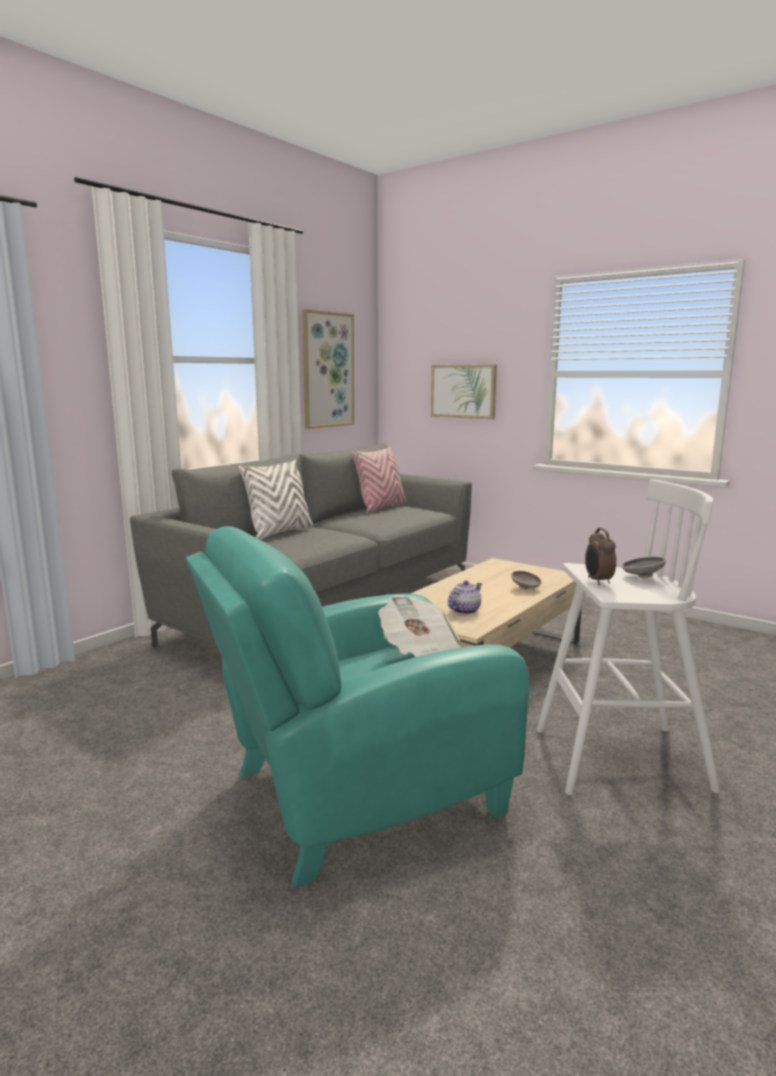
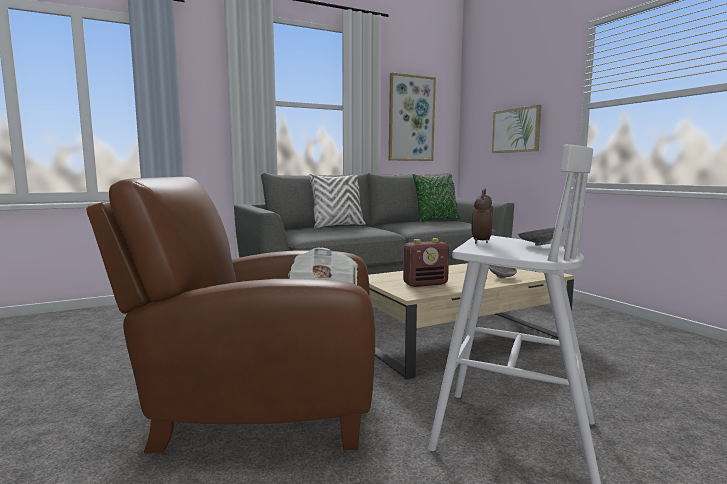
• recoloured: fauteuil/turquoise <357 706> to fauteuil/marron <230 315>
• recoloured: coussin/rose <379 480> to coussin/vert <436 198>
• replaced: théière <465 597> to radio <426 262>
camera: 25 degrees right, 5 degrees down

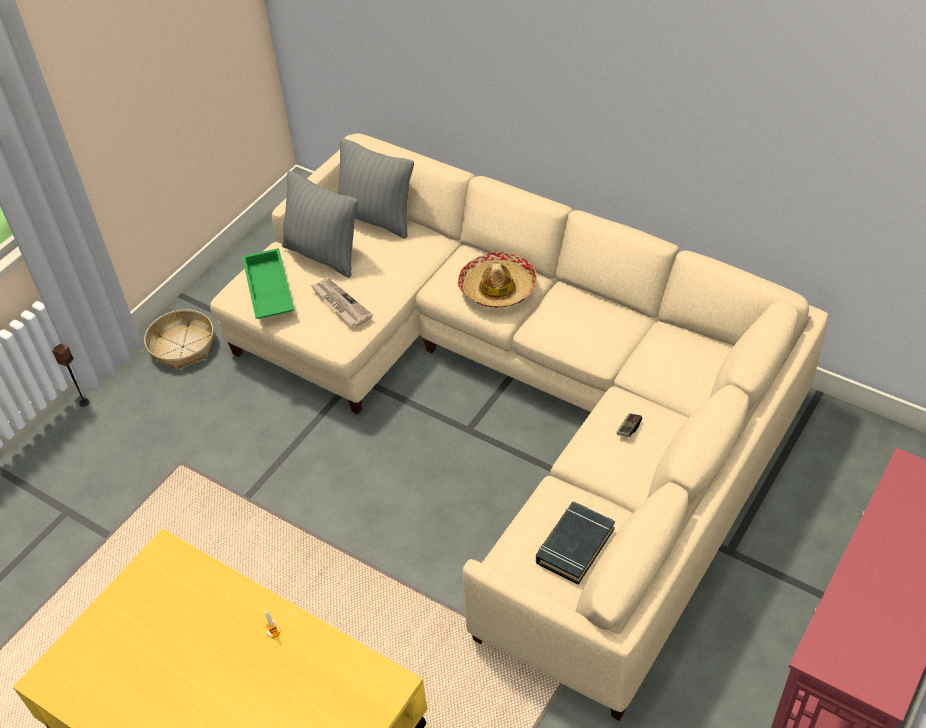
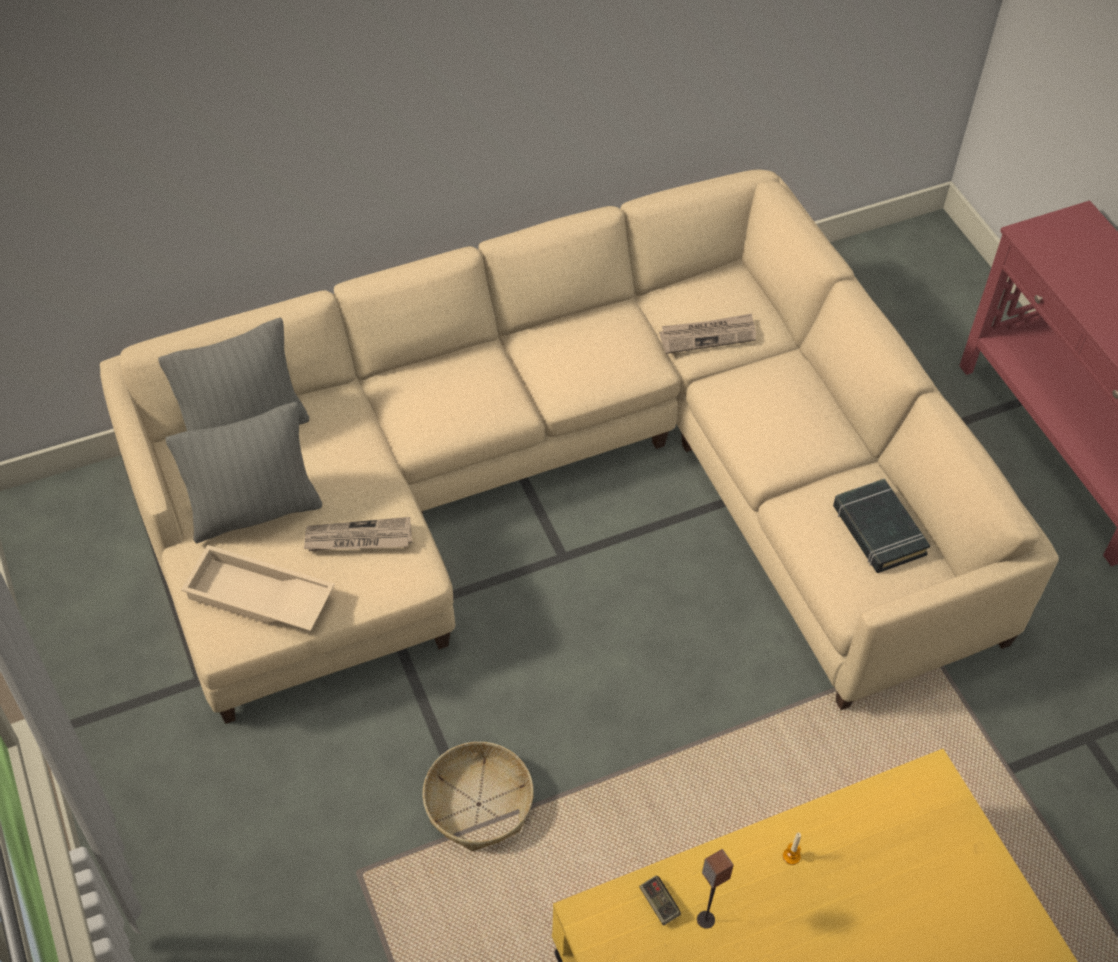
• moved: enceinte <71 375> to <715 889>
• moved: panier <179 339> to <478 796>
• recoloured: plateau/vert <268 283> to plateau/beige <258 588>
• removed: chapeau <497 280>
• moved: manette <629 425> to <660 901>
• added: journal <707 334>
camera: 60 degrees left, 5 degrees up

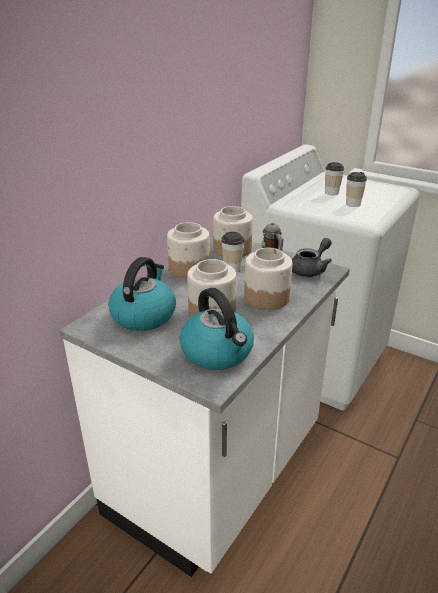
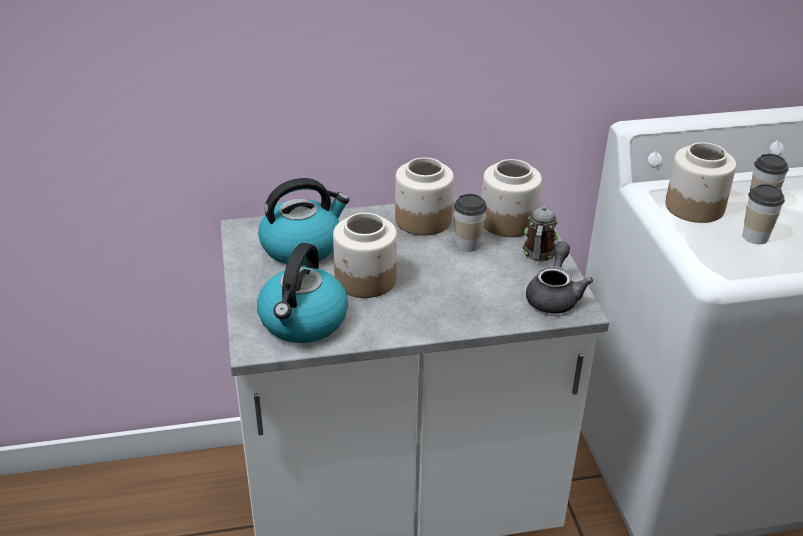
• moved: bocal <268 279> to <700 182>
• turned: théière/gris <312 257> = <559 277> 75 degrees counterclockwise
camera: 45 degrees right, 5 degrees up

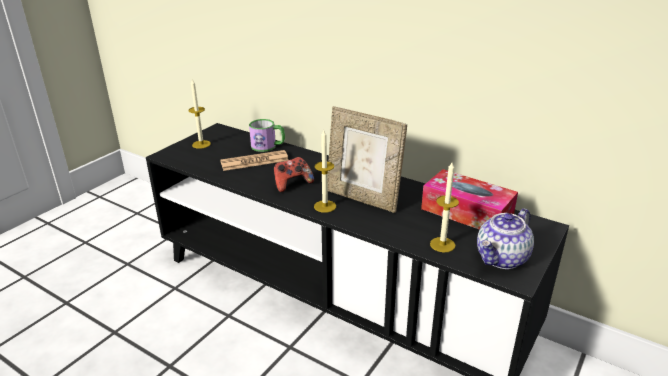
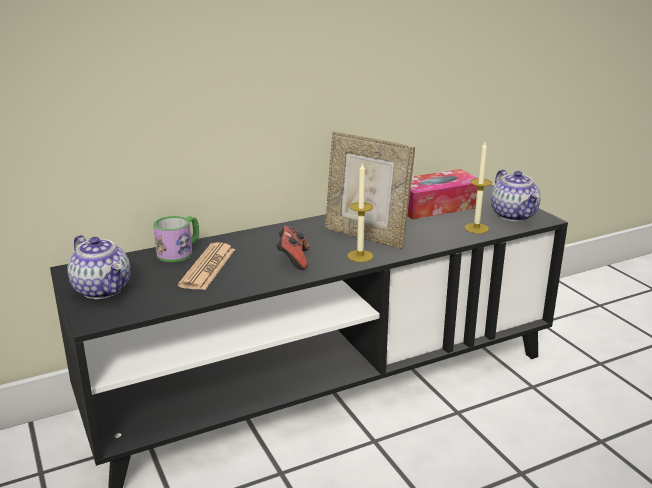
• replaced: bougie <200 114> to théière <98 267>
• turned: cadre photo <367 159> = <370 190> 60 degrees clockwise
camera: 60 degrees left, 5 degrees down

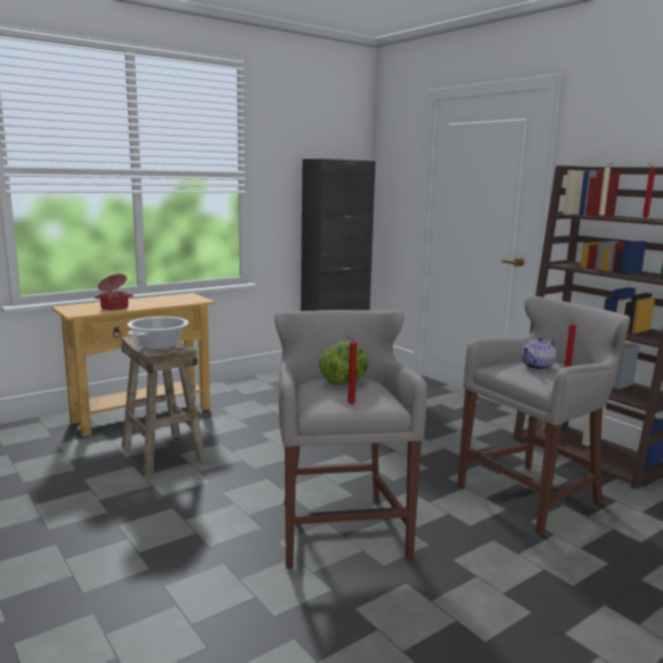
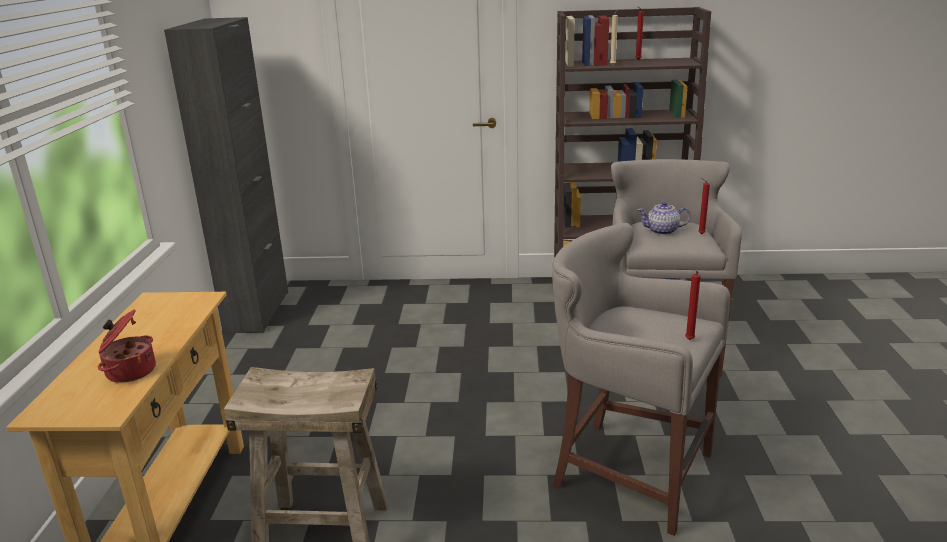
• removed: marmite <158 333>
• removed: laitue <343 362>
• turned: théière <539 353> = <664 218> 90 degrees clockwise
camera: 50 degrees left, 10 degrees up

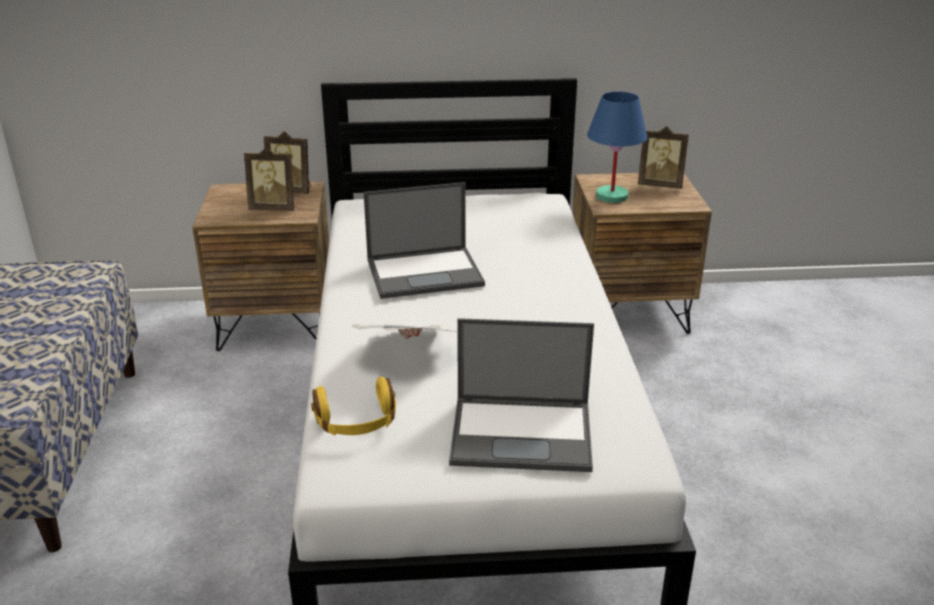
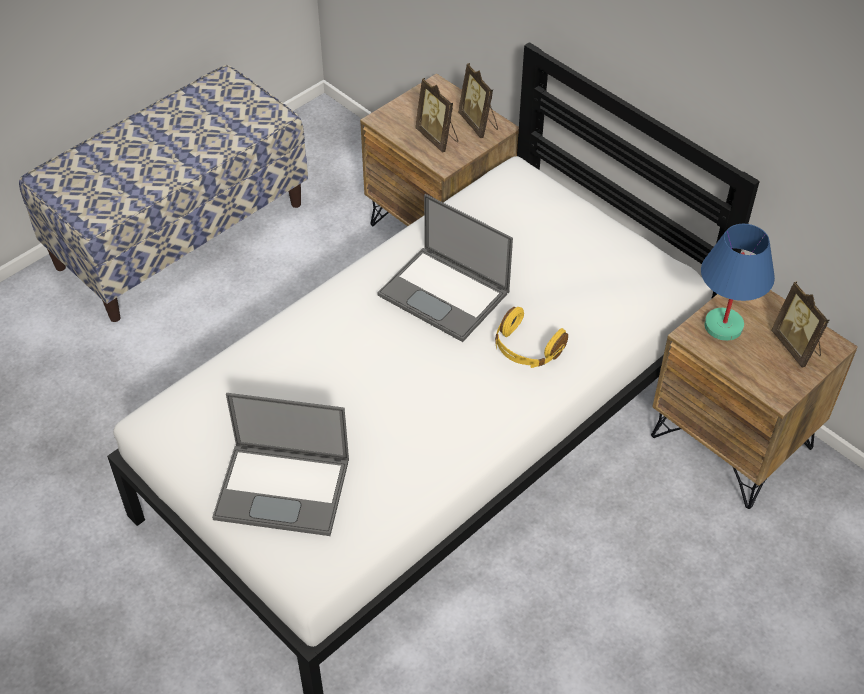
• moved: casque audio/jaune <353 406> to <531 337>
• removed: journal <404 332>
• turned: ordinateur portable <521 395> = <280 464> 45 degrees counterclockwise
camera: 50 degrees right, 20 degrees up

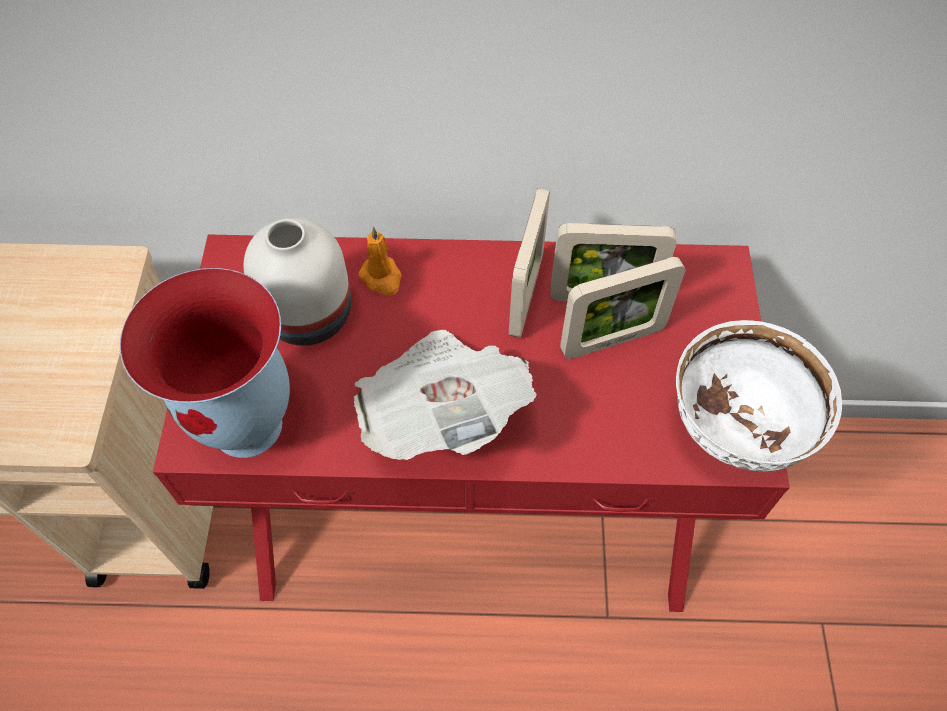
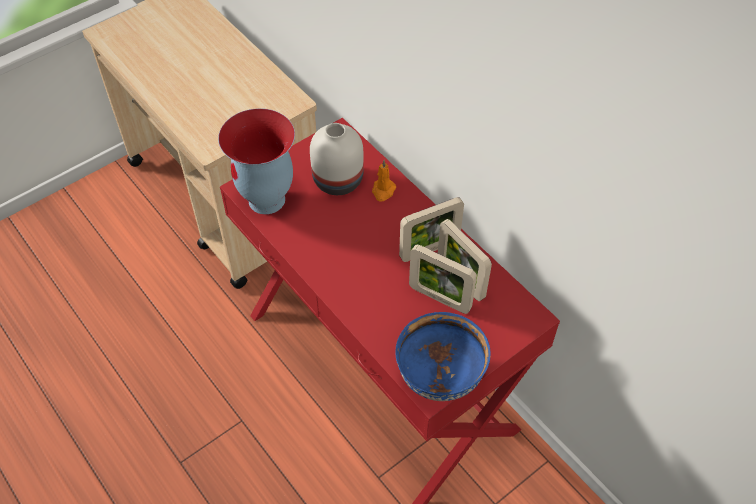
• removed: journal <445 395>
• recoloured: bol/blanc <759 396> to bol/bleu <443 356>
camera: 50 degrees right, 5 degrees down

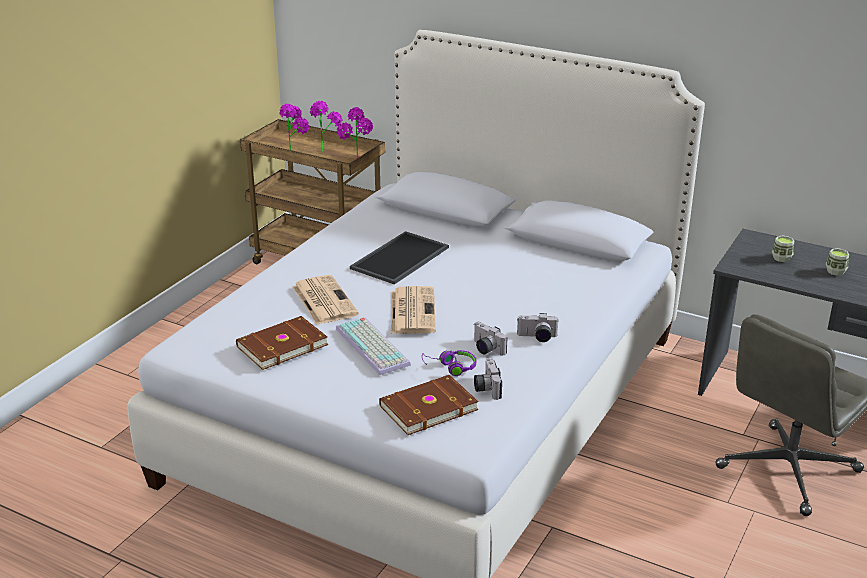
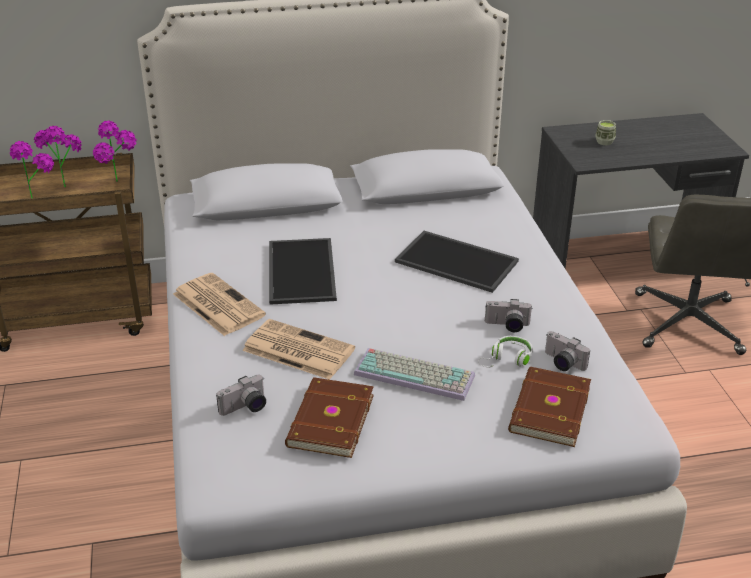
• moved: journal <413 310> to <219 304>
• recoloured: casque audio/violet <449 363> to casque audio/blanc <505 352>
• moved: appareil photo <538 327> to <241 395>
• removed: tasse <837 262>
• added: plateau <457 262>
camera: 40 degrees left, 5 degrees up

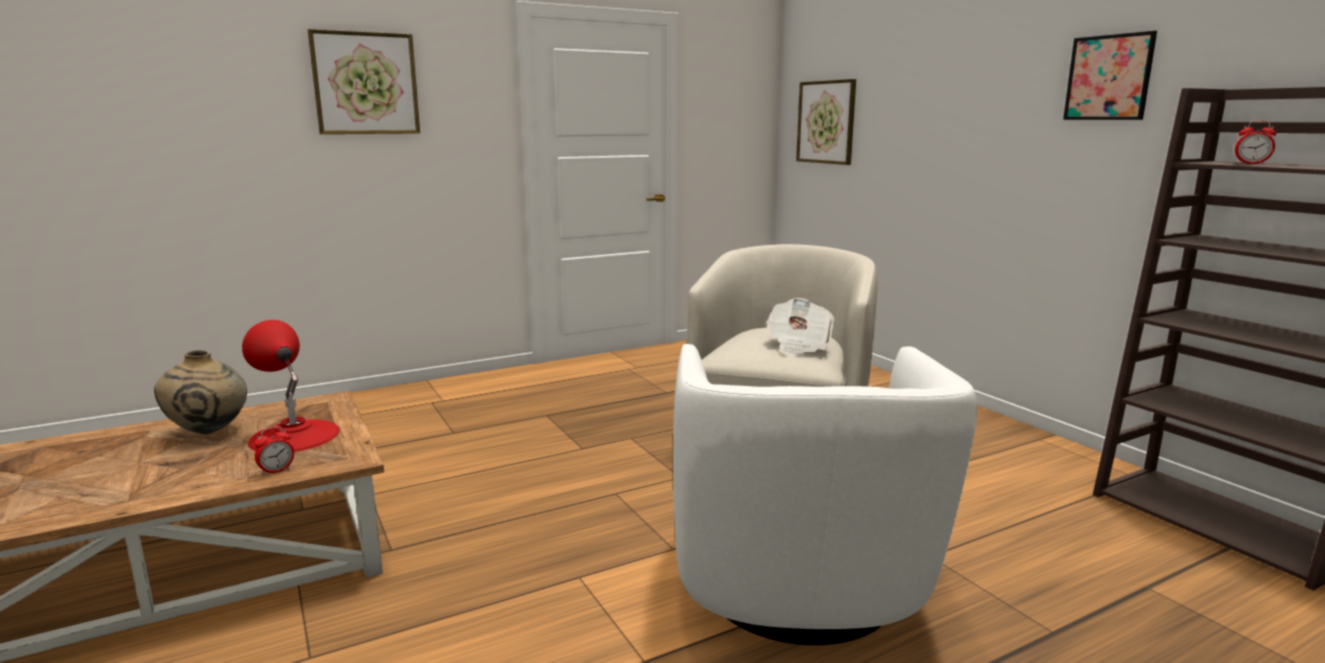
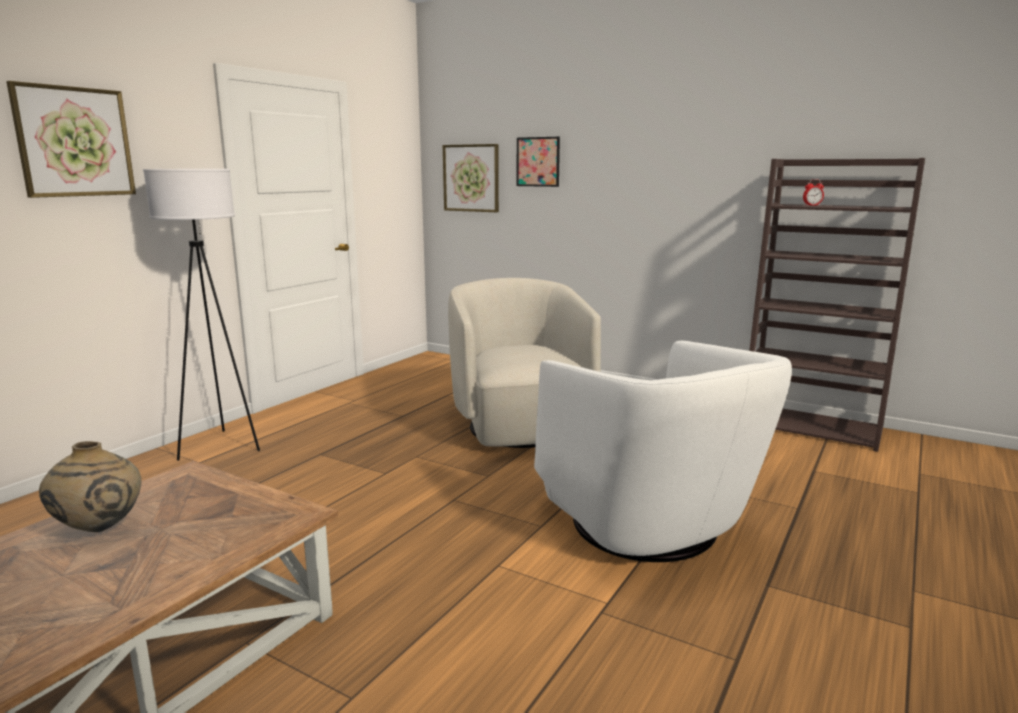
• removed: lampe de table/rouge <291 386>
• removed: réveil <274 451>
• removed: journal <800 326>
• moved: tableau <1110 75> to <538 162>
• added: lampadaire/blanc <201 315>
camera: 30 degrees left, 0 degrees up

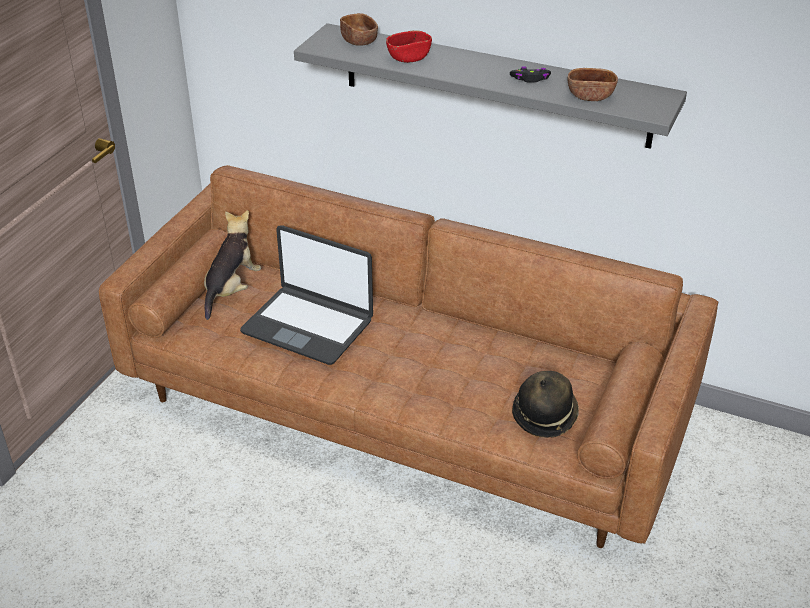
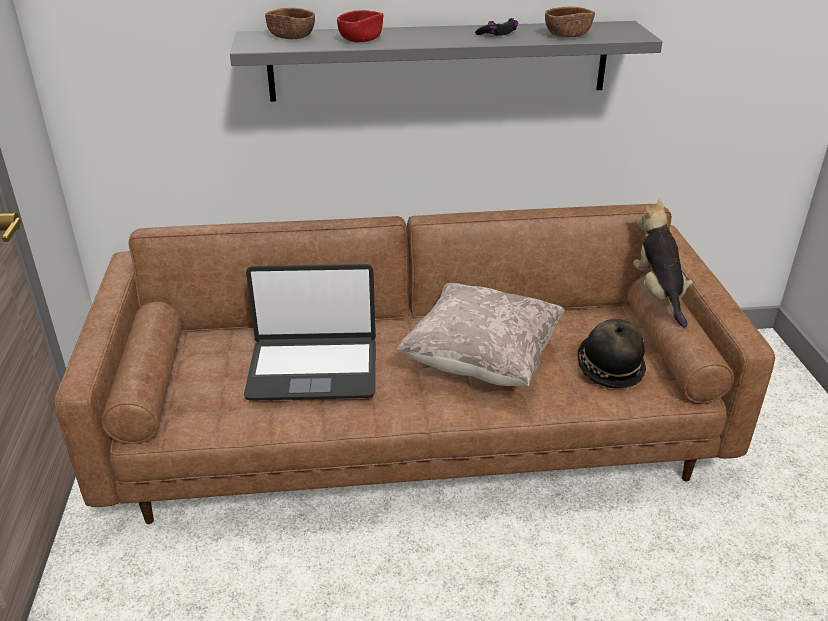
• moved: peluche <232 265> to <663 263>
• added: coussin/beige <481 335>
camera: 30 degrees left, 5 degrees down

